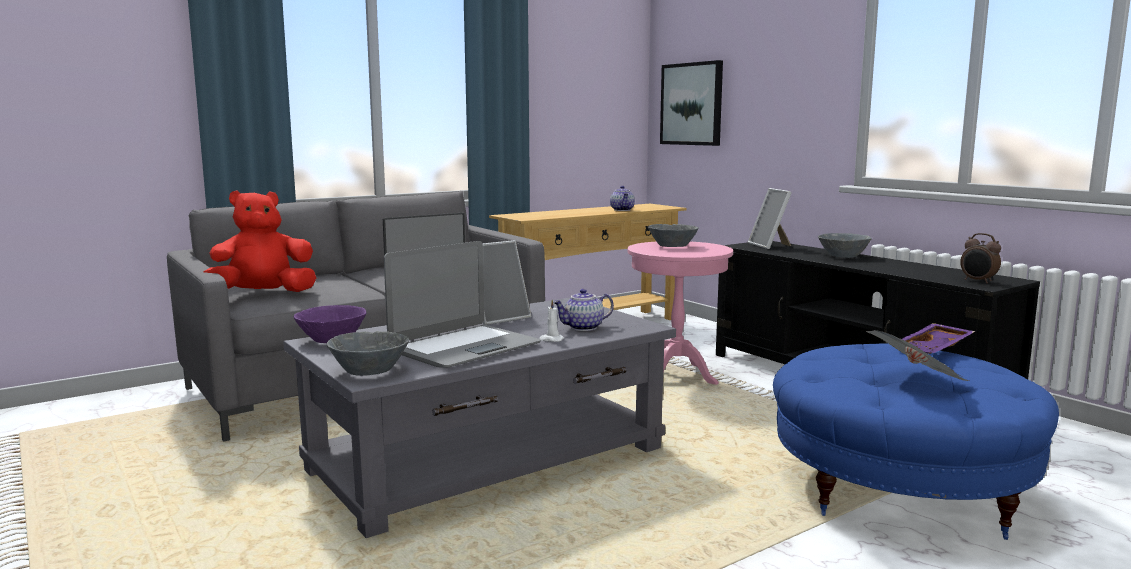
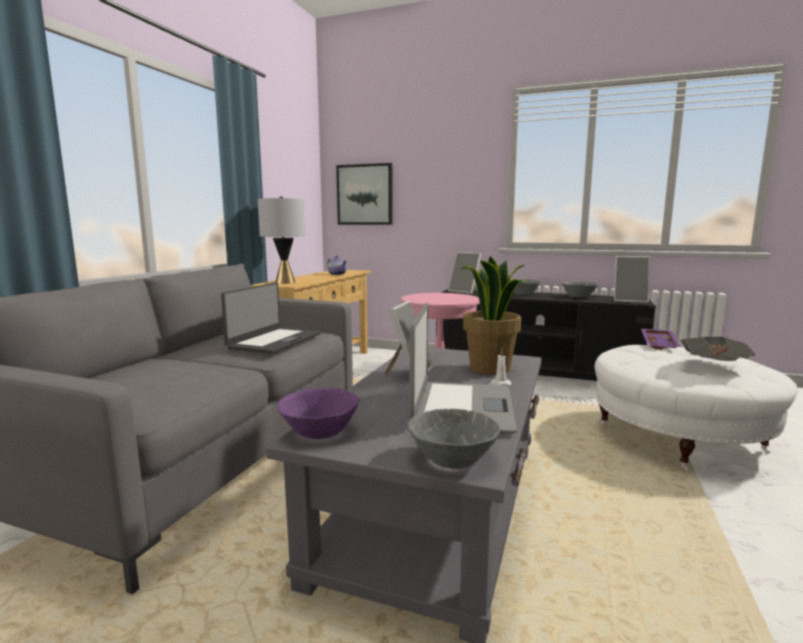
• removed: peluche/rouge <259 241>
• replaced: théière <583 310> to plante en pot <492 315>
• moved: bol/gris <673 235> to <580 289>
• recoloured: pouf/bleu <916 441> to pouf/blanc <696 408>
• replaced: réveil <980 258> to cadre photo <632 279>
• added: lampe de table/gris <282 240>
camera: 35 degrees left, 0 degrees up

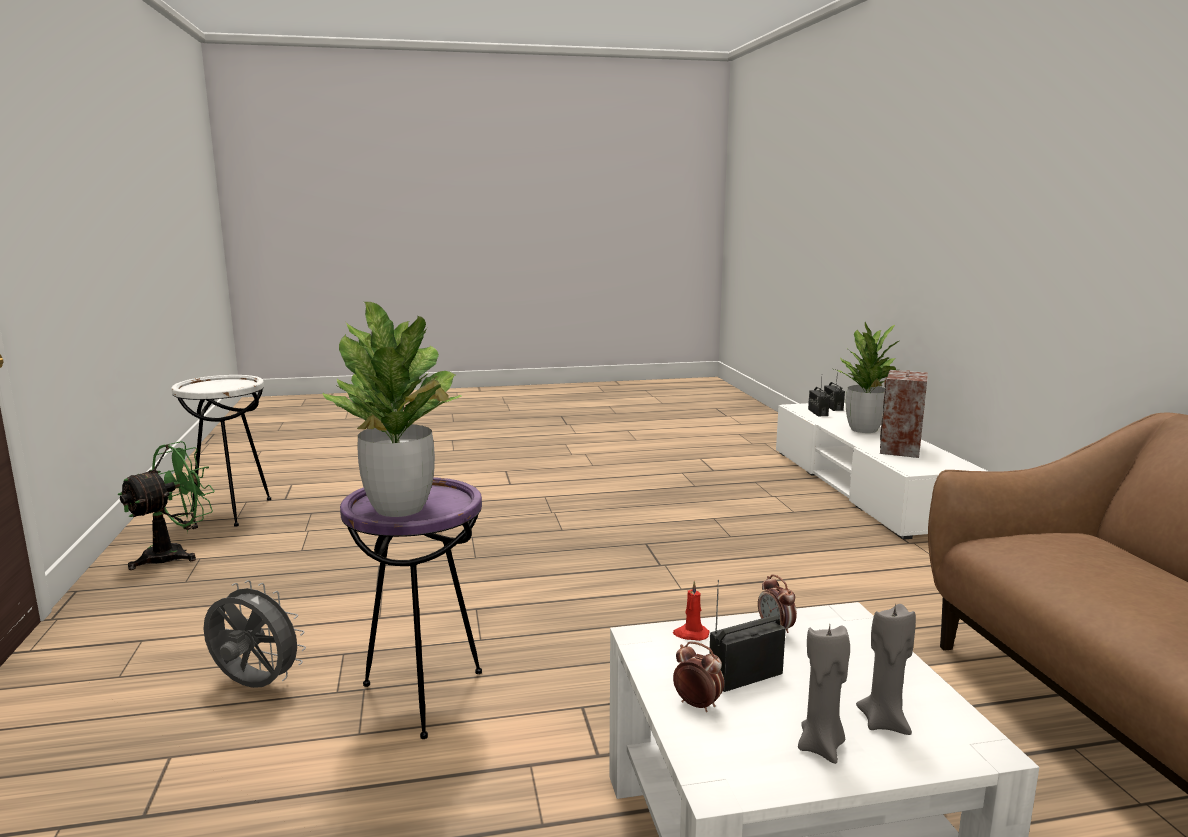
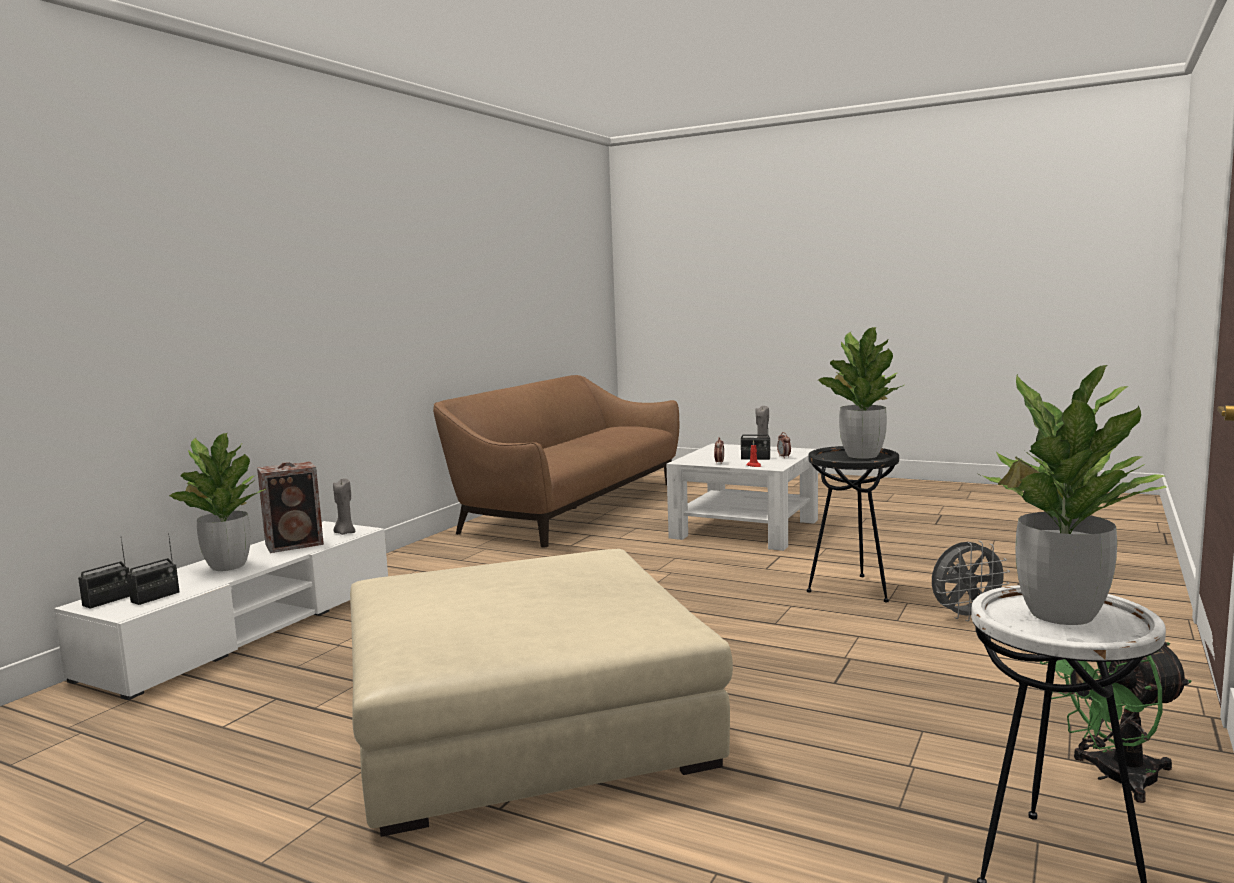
• turned: ventilateur/gris <255 634> = <971 581> 75 degrees counterclockwise
• recoloured: table d'appoint/violet <411 608> to table d'appoint/noir <853 524>
• moved: bougie/gris <886 668> to <344 507>
• added: pouf/beige <541 693>
• added: plante en pot <1071 495>
camera: 140 degrees left, 5 degrees down

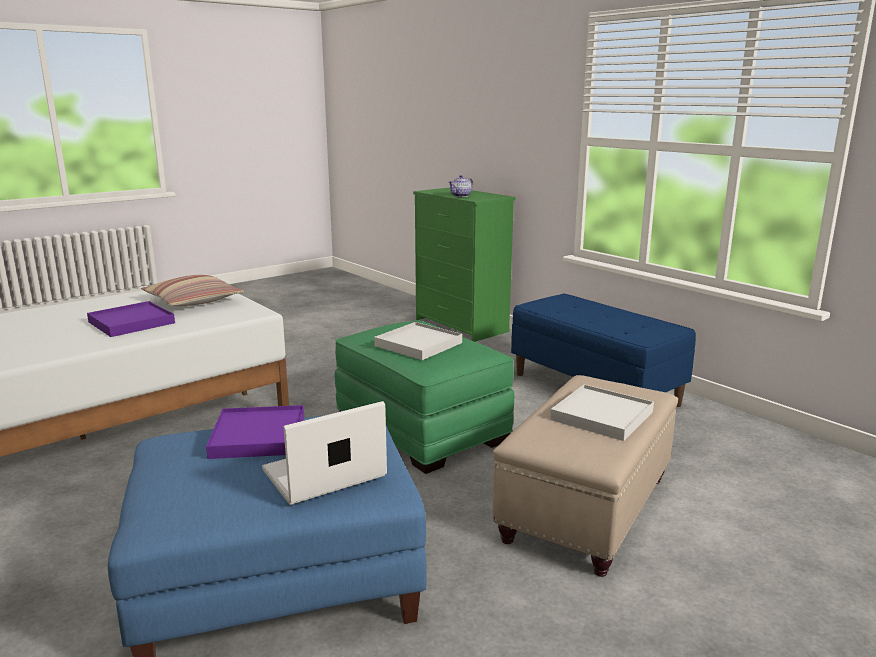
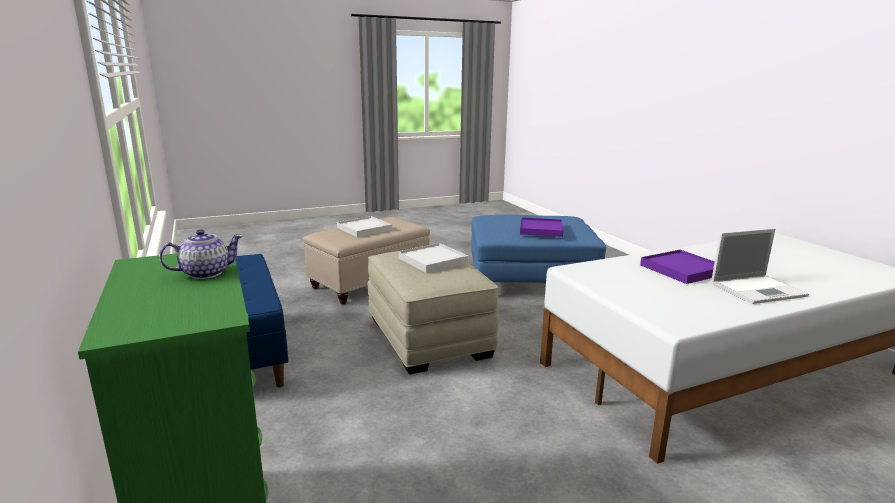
• removed: coussin <192 290>
• moved: ordinateur portable <324 453> to <760 266>
• recoloured: pouf/vert <424 397> to pouf/beige <433 313>
camera: 165 degrees left, 0 degrees up

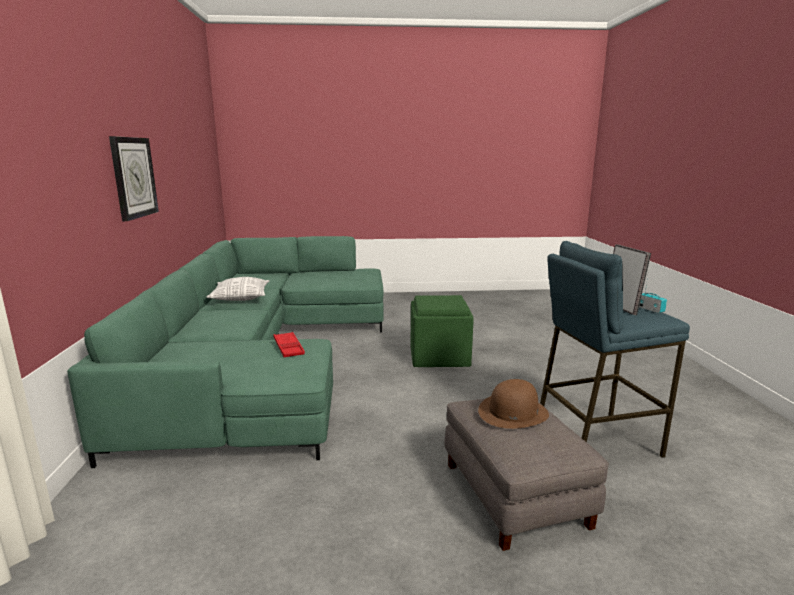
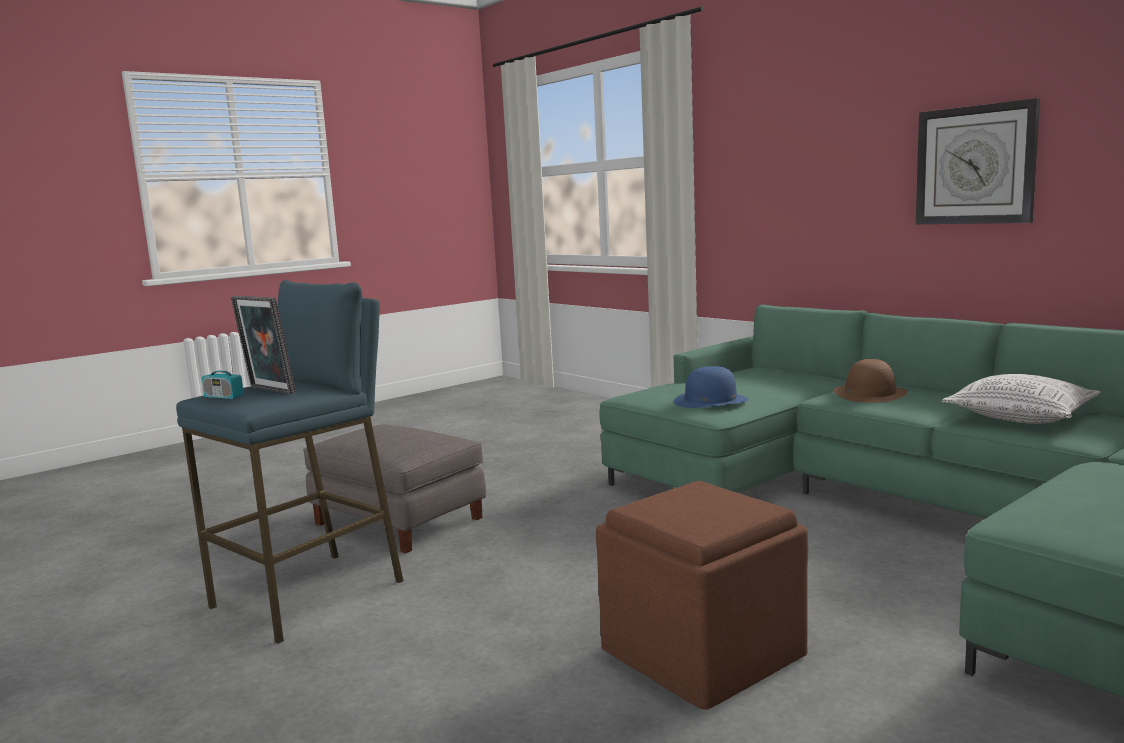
• replaced: plateau/rouge <289 344> to chapeau/bleu <711 387>
• recoloured: pouf/vert <442 331> to pouf/marron <702 595>
• moved: chapeau/marron <513 404> to <871 381>
camera: 145 degrees right, 5 degrees down

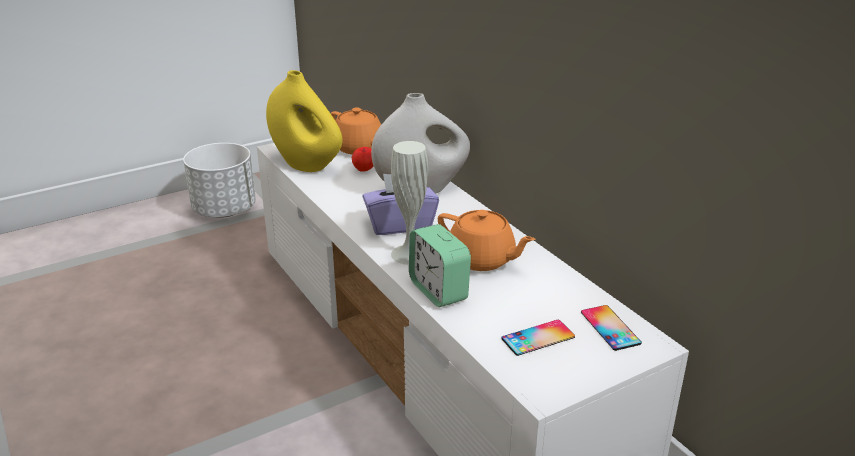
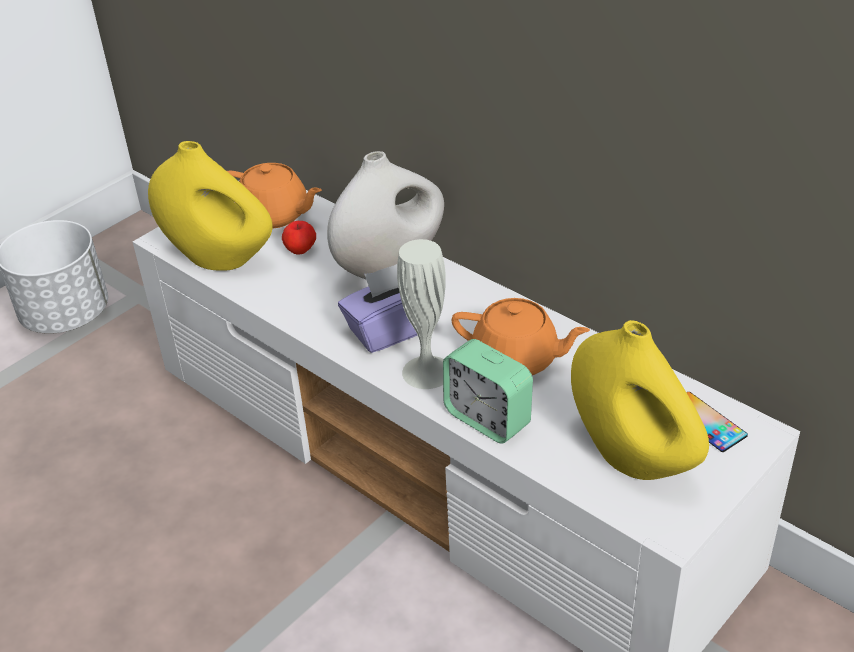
• replaced: téléphone <538 338> to vase/jaune <640 400>
camera: 15 degrees left, 10 degrees up

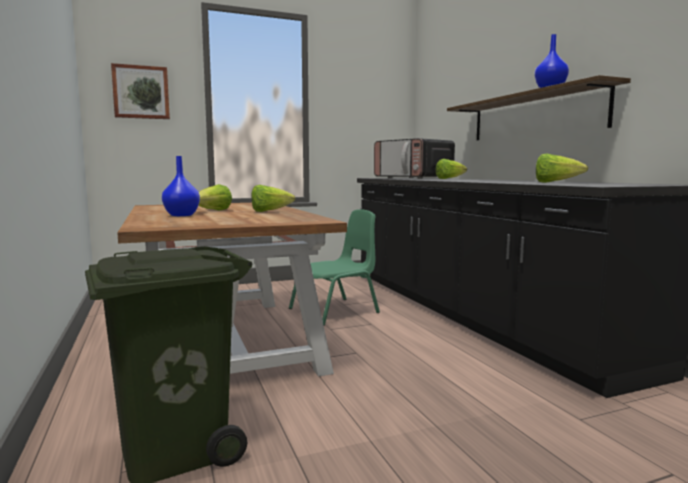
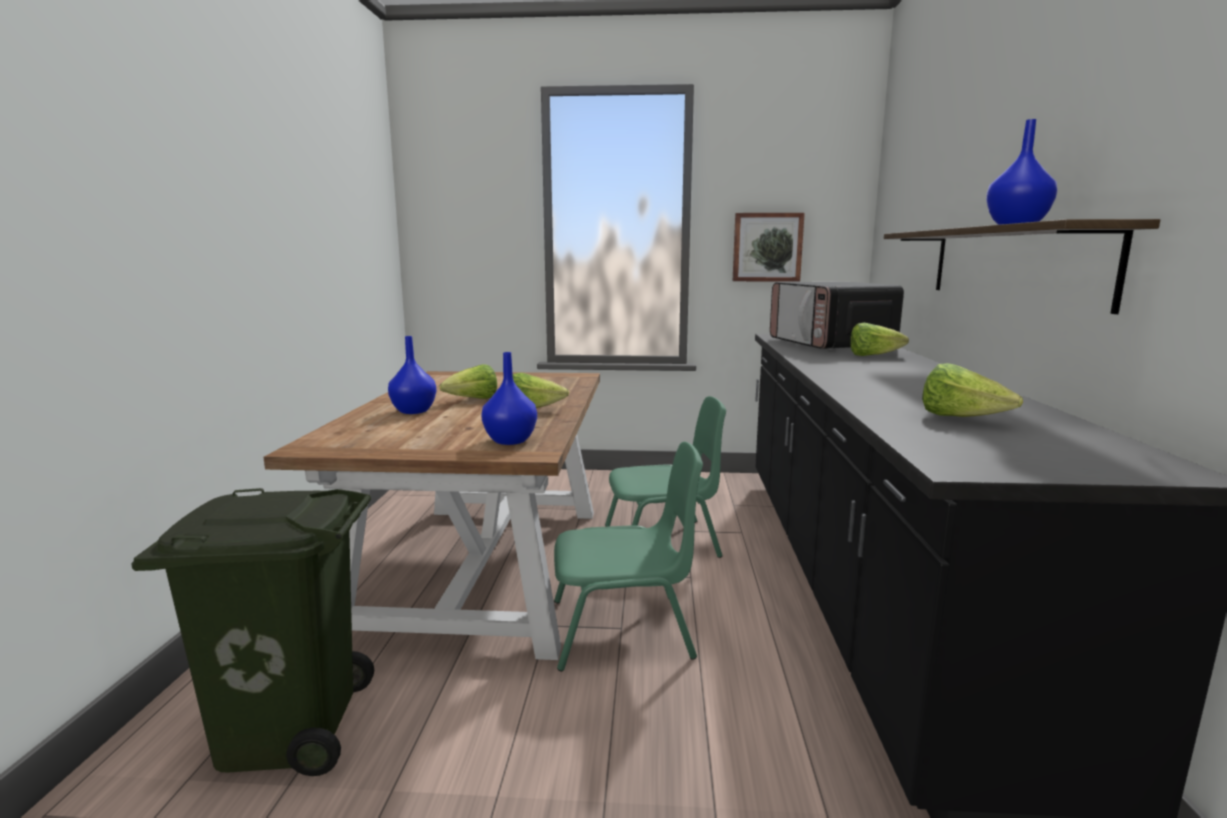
• moved: tableau <140 91> to <769 247>
• added: vase/bleu <509 398>
• added: chaise/vert <628 556>
camera: 25 degrees right, 5 degrees up

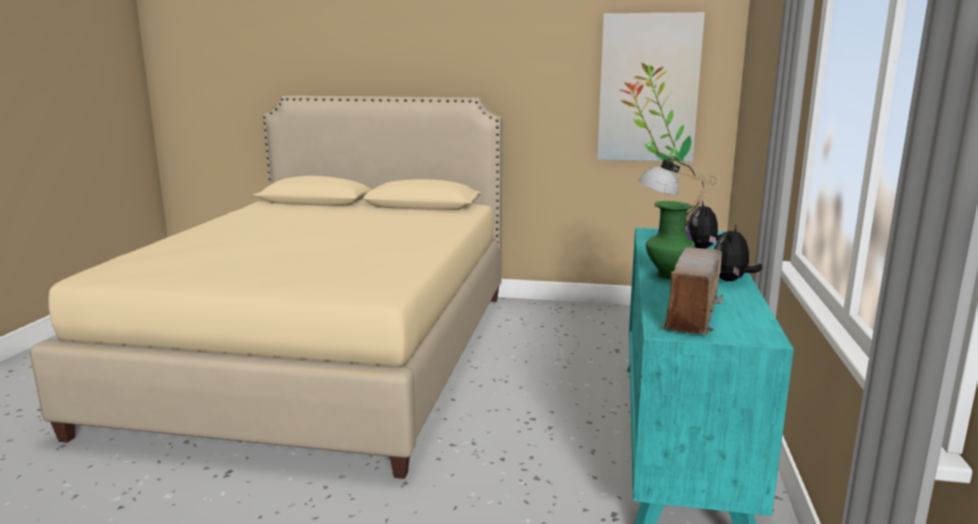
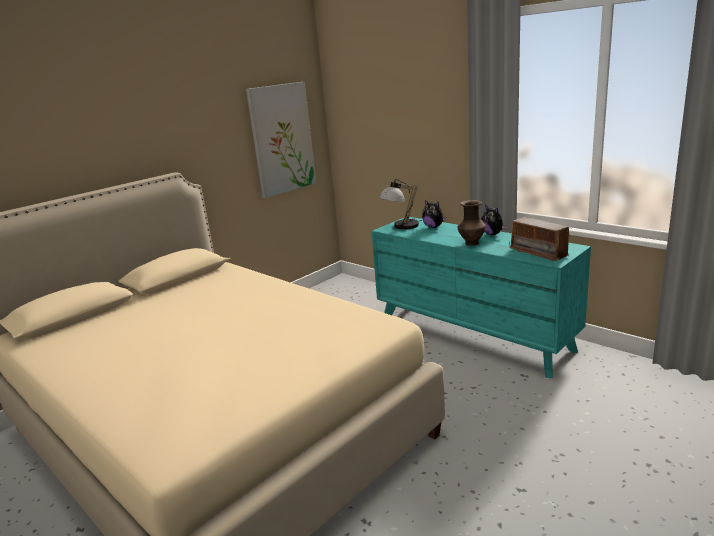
• recoloured: vase/vert <670 240> to vase/marron <472 223>
camera: 55 degrees left, 5 degrees up

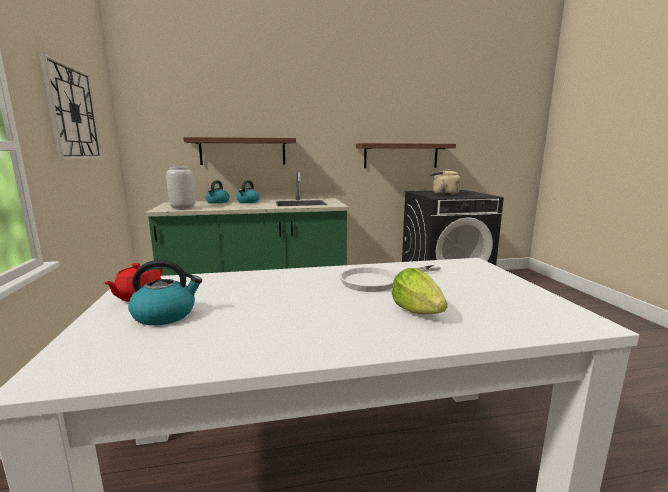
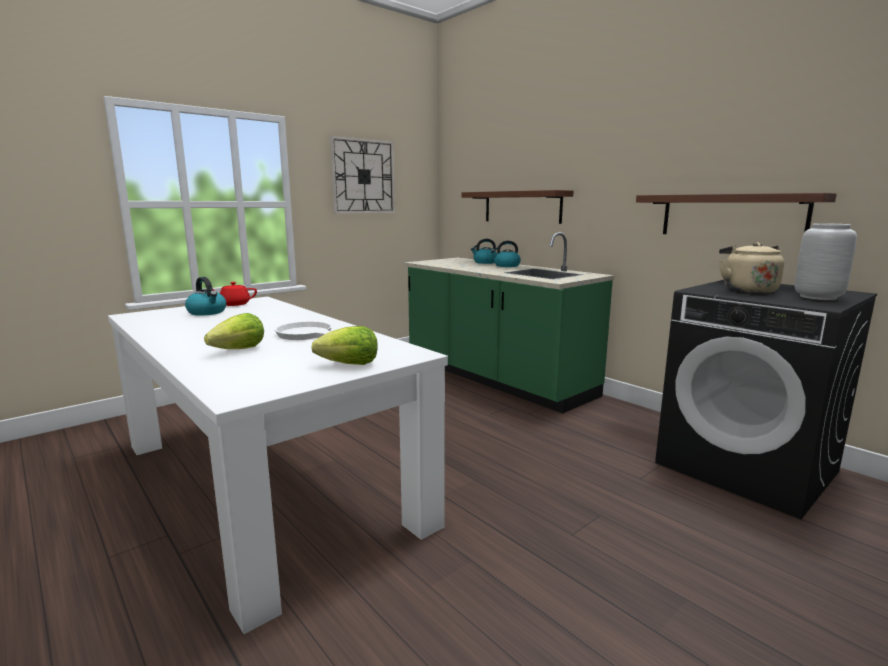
• moved: vase/gris <180 188> to <826 261>
• added: laitue <345 345>
camera: 60 degrees right, 0 degrees up

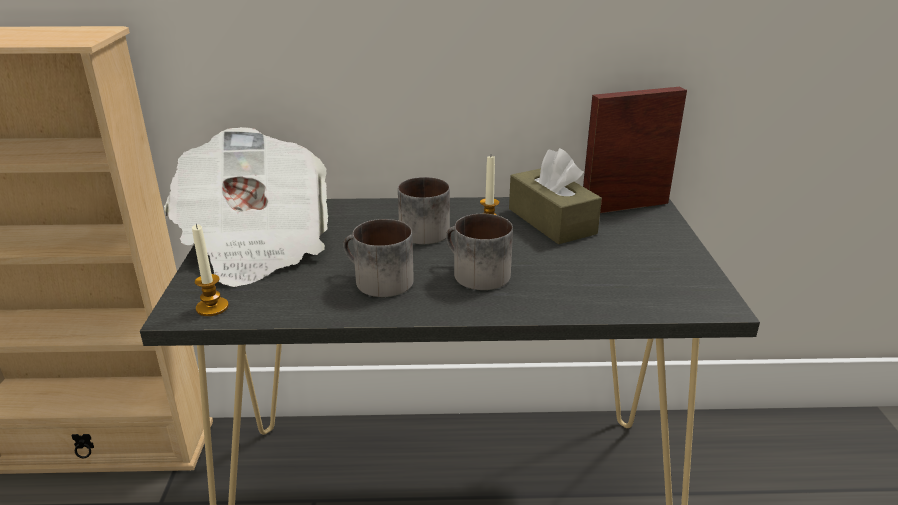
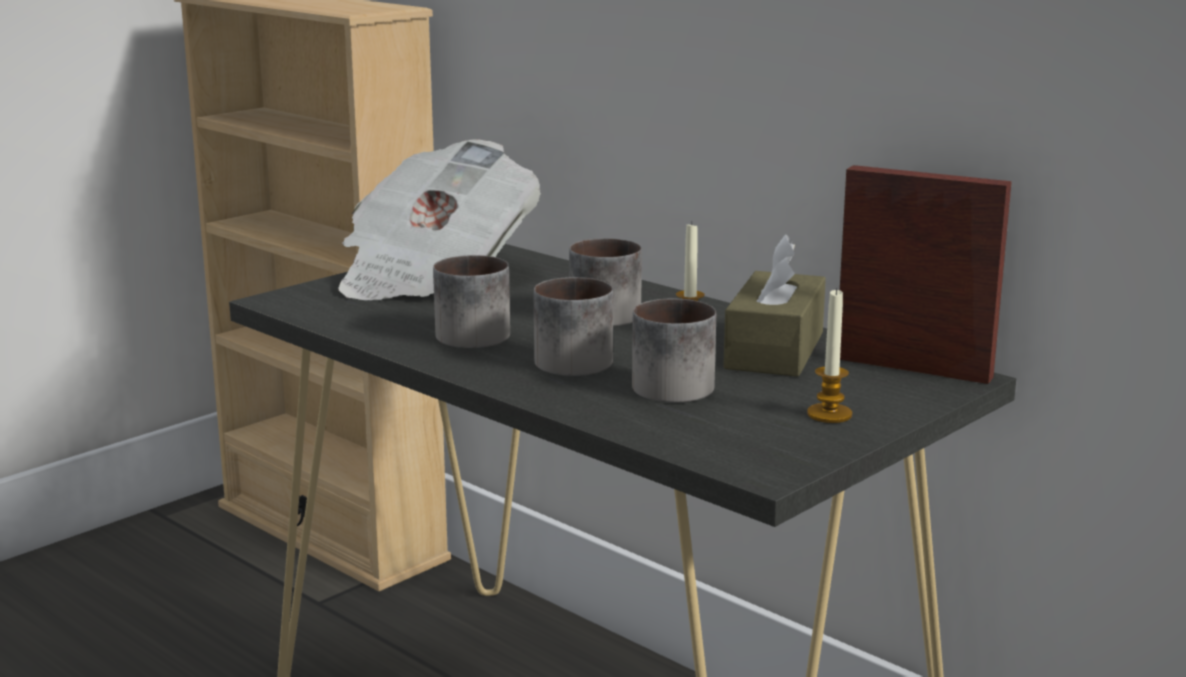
• moved: bougie <210 270> to <829 355>
• added: mug <674 351>
camera: 45 degrees right, 10 degrees down

